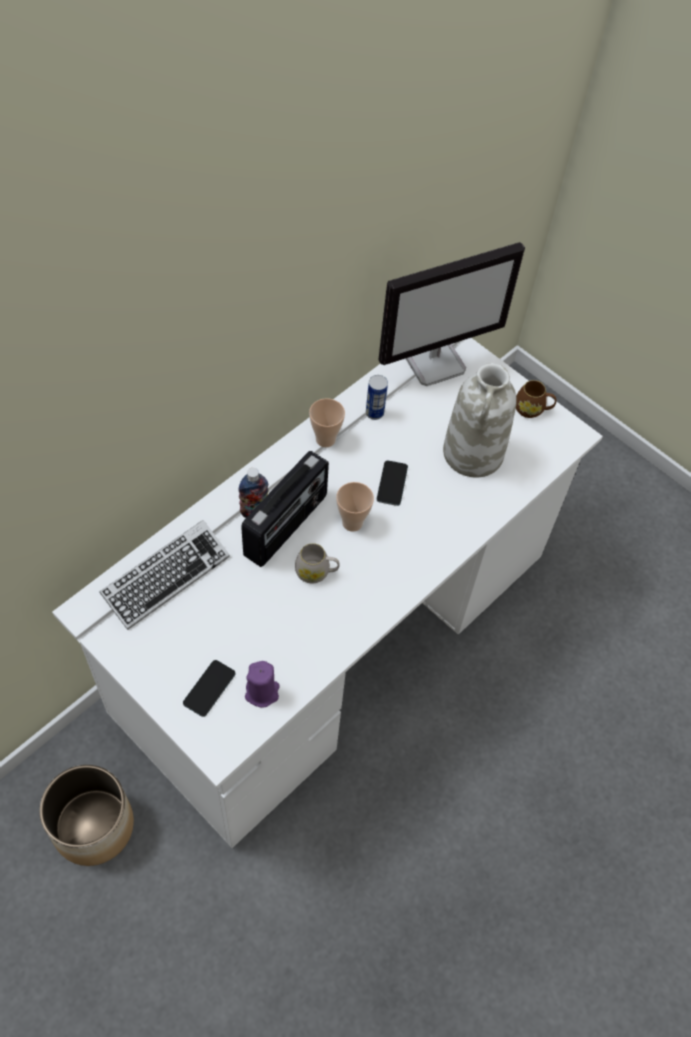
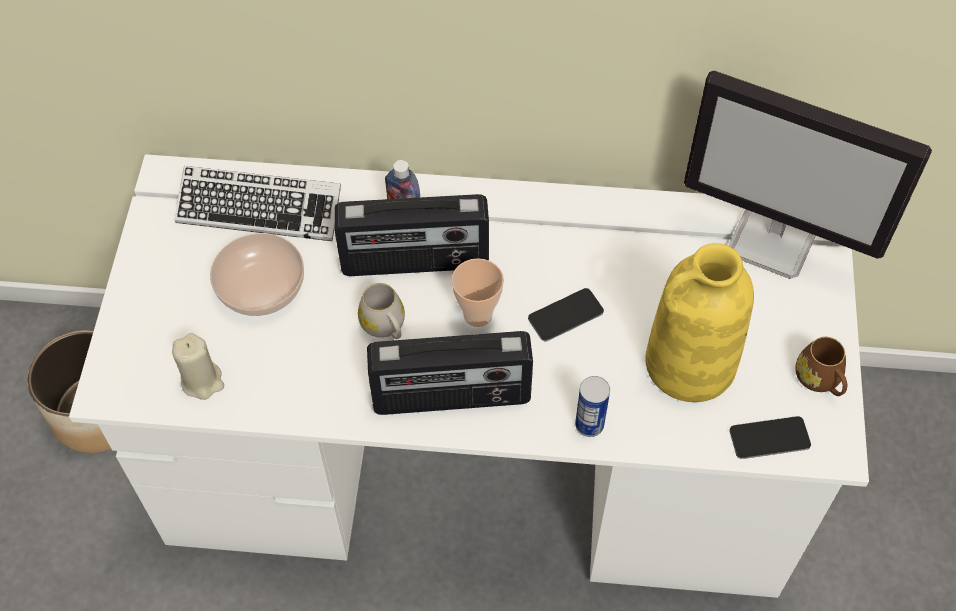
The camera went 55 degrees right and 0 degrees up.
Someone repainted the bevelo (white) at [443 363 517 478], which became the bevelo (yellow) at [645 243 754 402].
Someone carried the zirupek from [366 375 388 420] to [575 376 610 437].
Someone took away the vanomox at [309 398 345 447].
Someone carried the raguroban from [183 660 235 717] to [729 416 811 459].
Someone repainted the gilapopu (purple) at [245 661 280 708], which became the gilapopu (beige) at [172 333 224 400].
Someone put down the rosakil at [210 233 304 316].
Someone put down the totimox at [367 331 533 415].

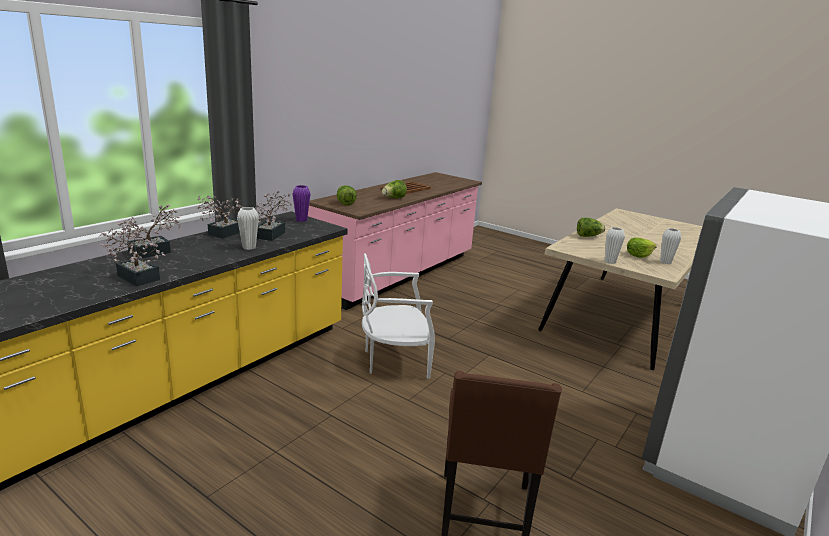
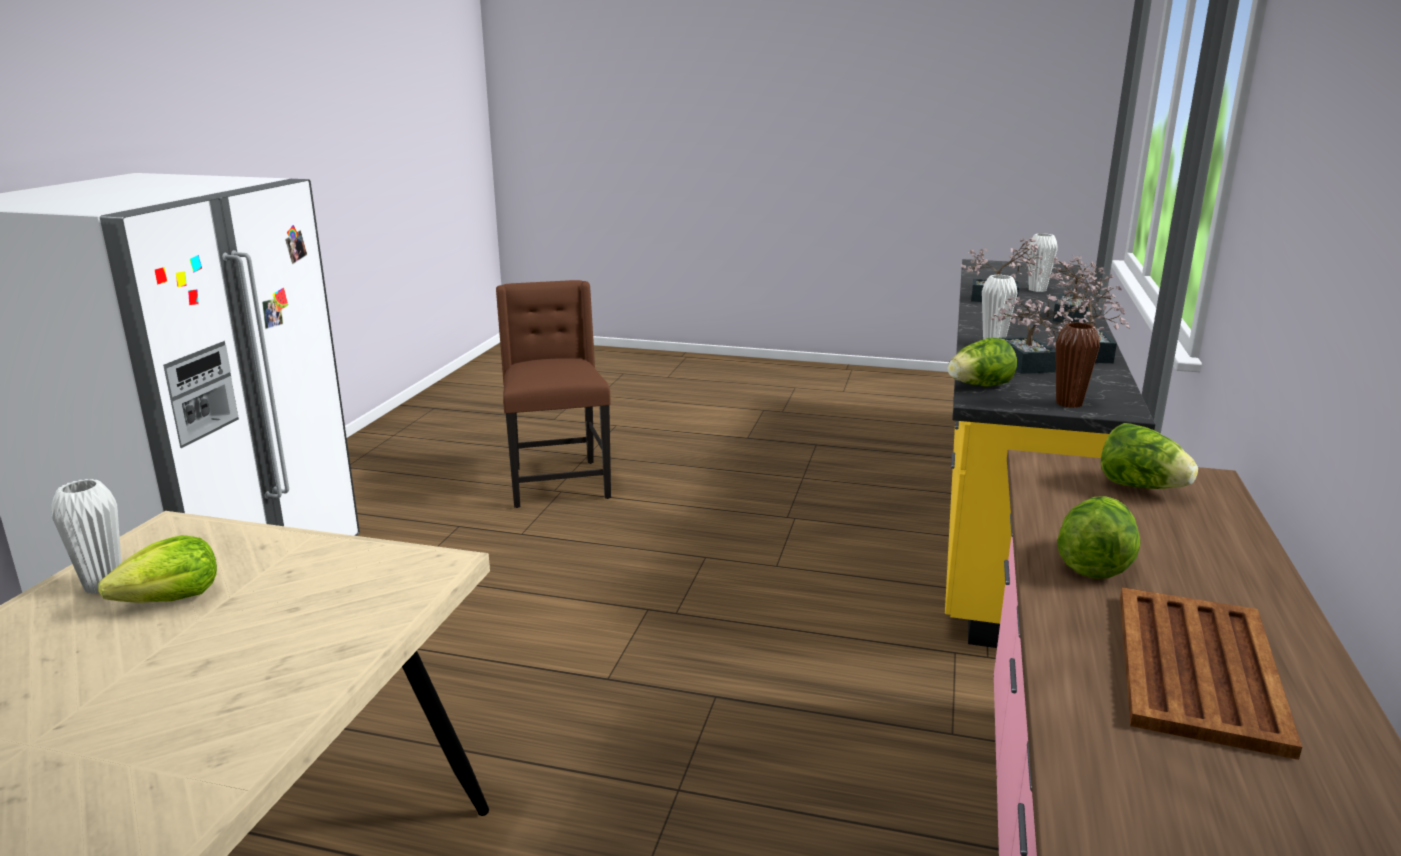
The camera went 160 degrees right and 0 degrees up.
Someone repainted the bevelo (purple) at [293 185 311 222], which became the bevelo (brown) at [1056 322 1100 408].
Someone carried the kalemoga from [577 218 605 237] to [948 338 1017 387].
Someone carried the bevelo (white) from [605 227 625 264] to [1028 233 1058 292].
Someone took away the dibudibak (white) at [362 253 435 379].

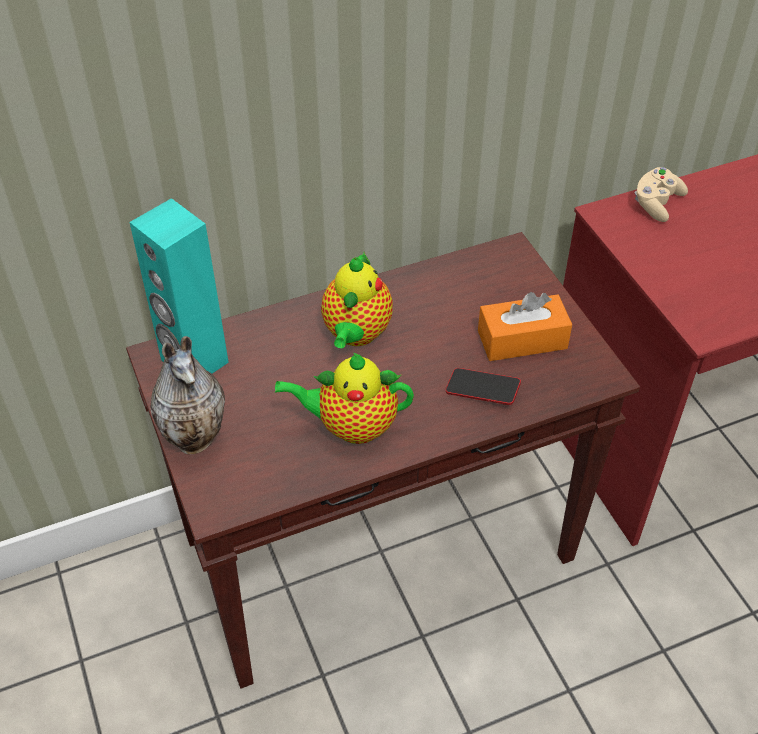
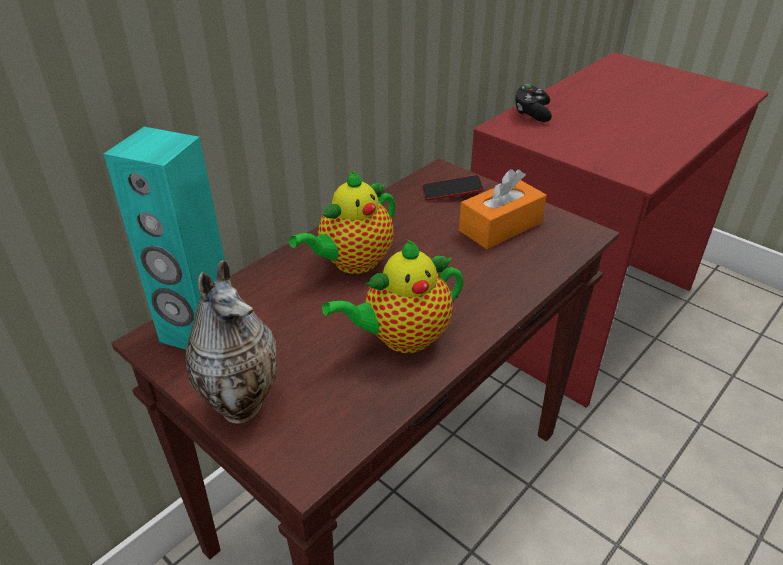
The camera went 25 degrees left and 10 degrees down.
Someone repainted the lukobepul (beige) at [635 167 688 222], which became the lukobepul (black) at [515 84 552 122].
Someone rotated the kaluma at [321 252 393 349] by 60 degrees clockwise.
Someone carried the raguroban from [446 368 521 405] to [422 175 484 201].

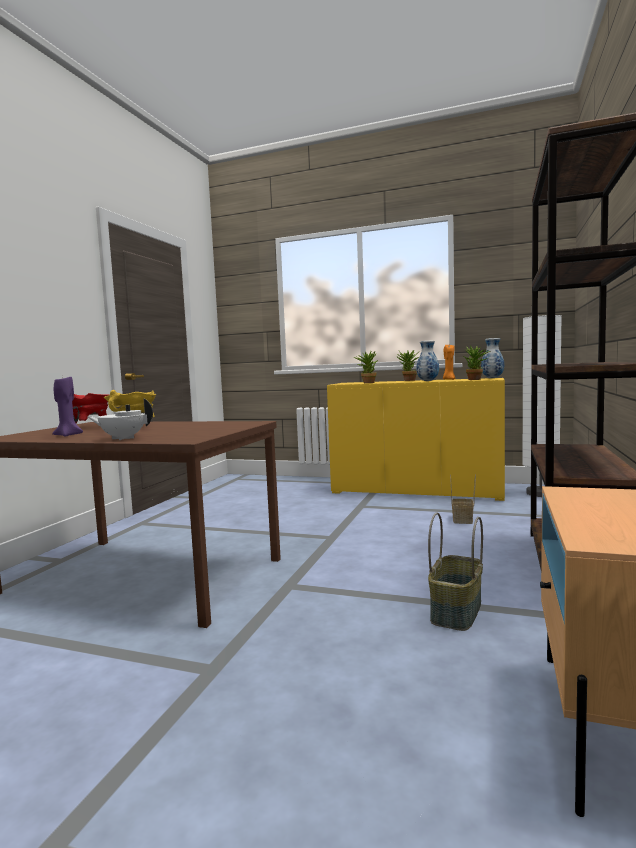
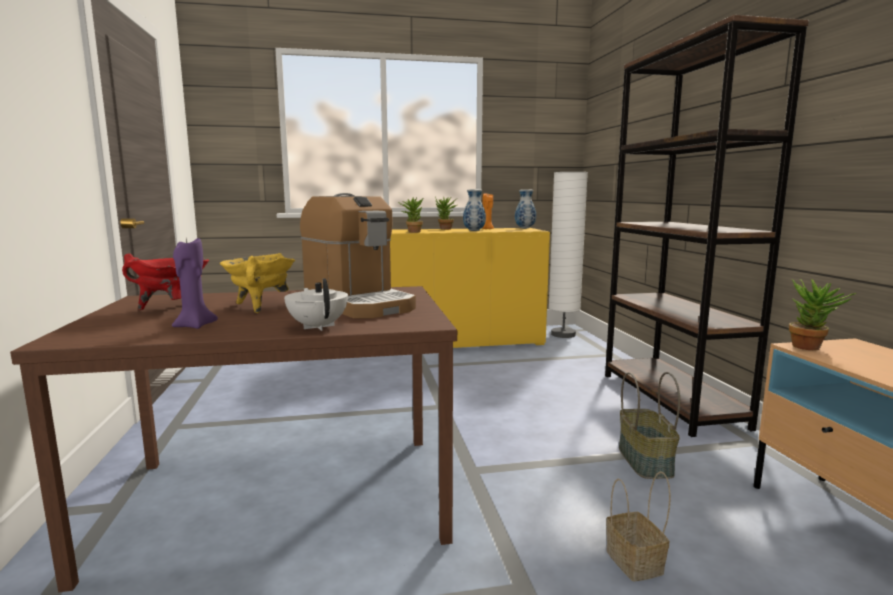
The camera went 30 degrees left and 5 degrees up.
Someone carried the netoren from [463 346 490 380] to [789 279 856 350].
Someone rotated the kaluma (white) at [88 398 153 440] by 90 degrees clockwise.
Someone carried the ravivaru from [450 474 476 524] to [606 471 671 582].
Someone put down the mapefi at [300 193 416 318].

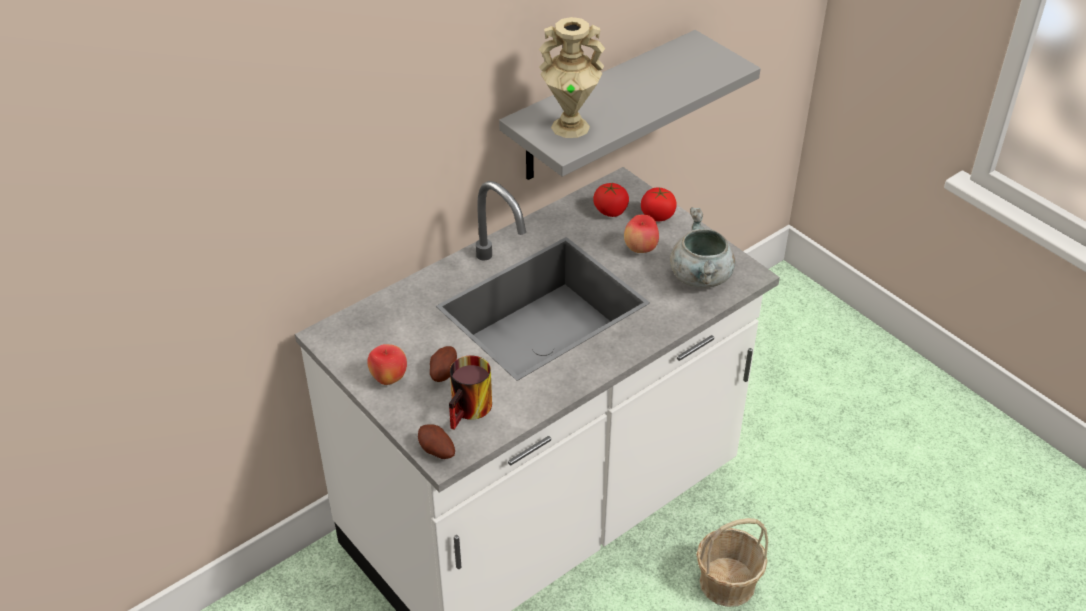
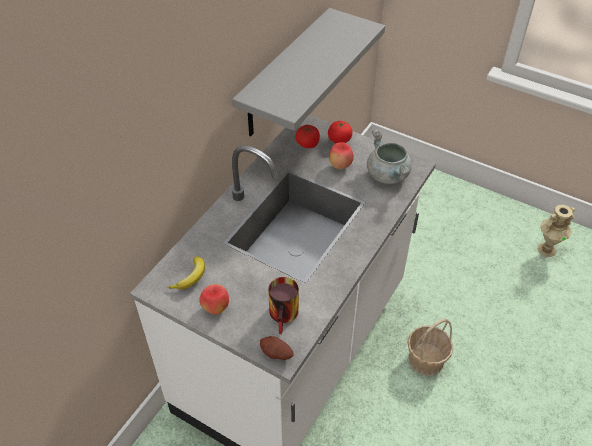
The camera went 20 degrees left and 5 degrees up.
Someone carried the bevelo (beige) from [538 17 605 138] to [537 205 576 257].
Someone took away the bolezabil at [430 346 457 382].
Someone put down the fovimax at [167 257 205 289].

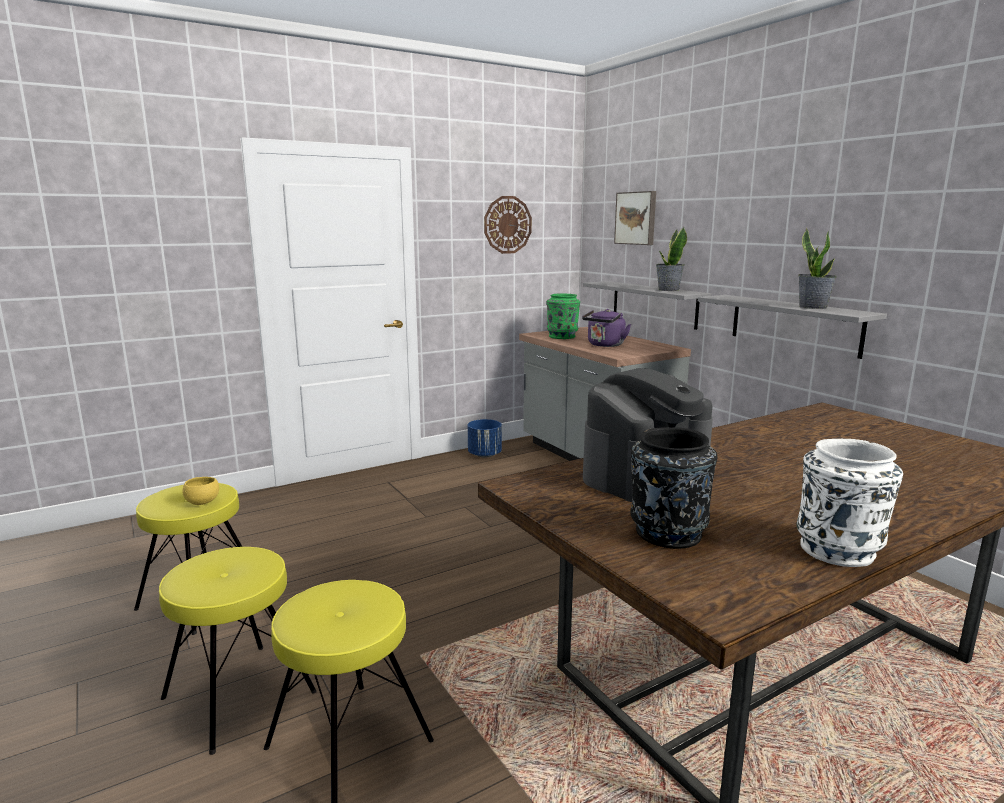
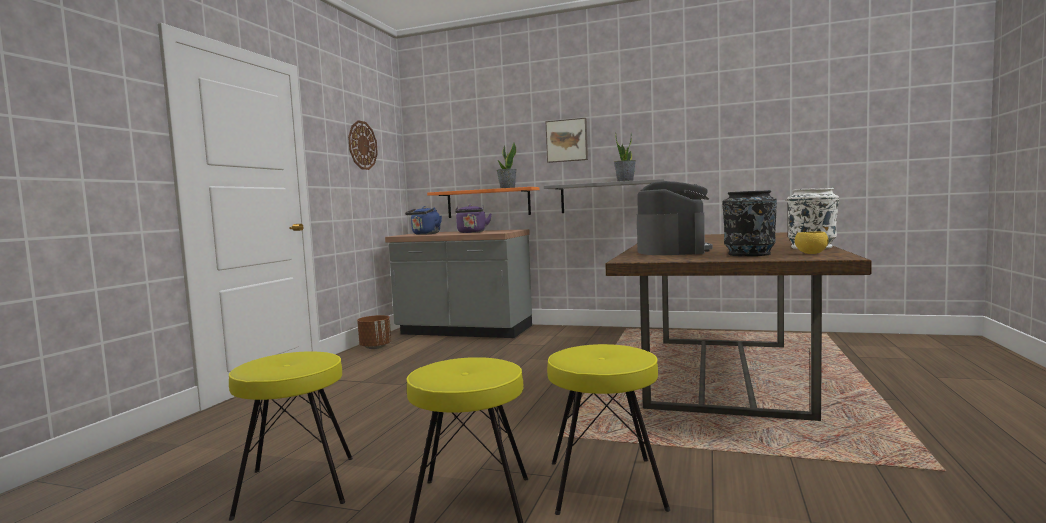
The camera went 40 degrees left and 10 degrees down.
Someone carried the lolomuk from [614 191 656 245] to [546 118 588 163].
Someone repainted the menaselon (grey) at [583 281 711 330], which became the menaselon (orange) at [427 187 540 218].
Someone swapped the bevelo (green) at [547 293 580 339] for the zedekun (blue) at [405 206 442 235].
Someone repainted the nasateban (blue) at [468 419 502 458], which became the nasateban (brown) at [357 315 391 349].
Someone carried the rosakil (yellow) from [182 477 219 505] to [795 232 828 254].

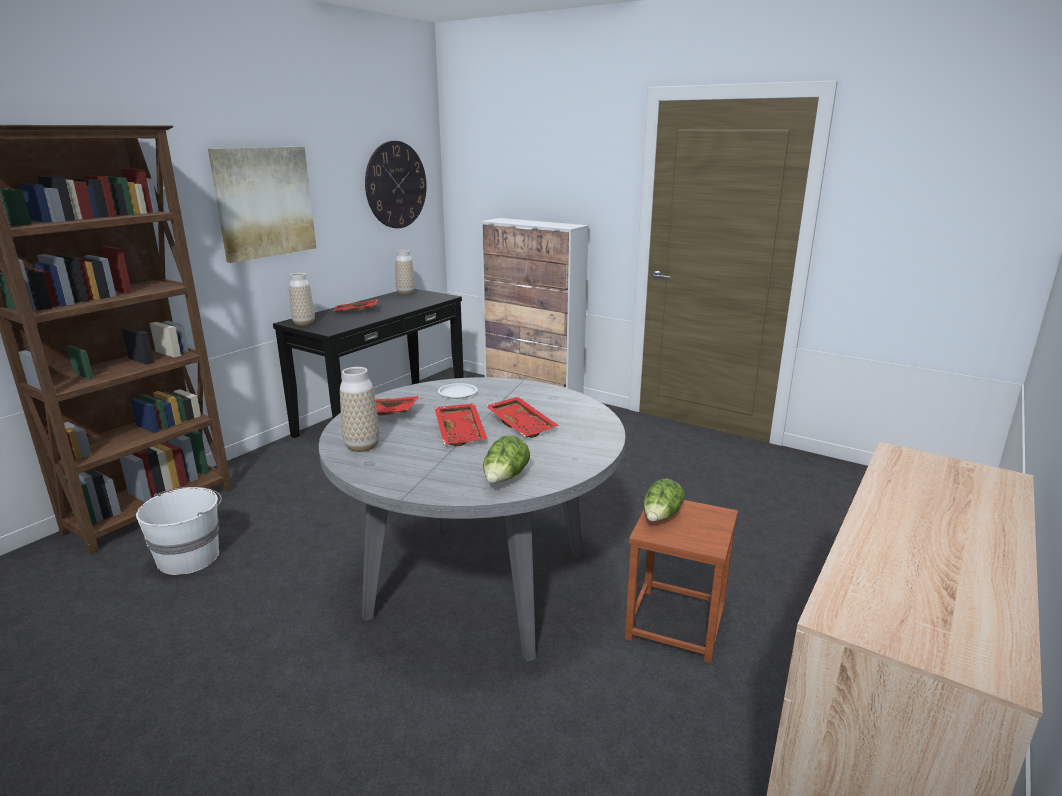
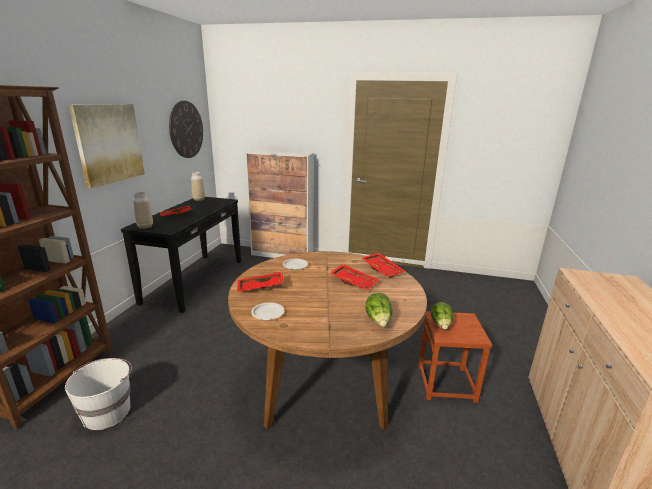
The camera went 20 degrees left and 0 degrees up.
Someone swapped the bevelo at [340 367 380 452] for the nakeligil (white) at [251 302 284 320].
Someone repainted the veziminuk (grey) at [319 377 626 663], which became the veziminuk (brown) at [228 251 427 430].
Someone carried the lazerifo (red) from [435 403 487 447] to [362 253 405 278].

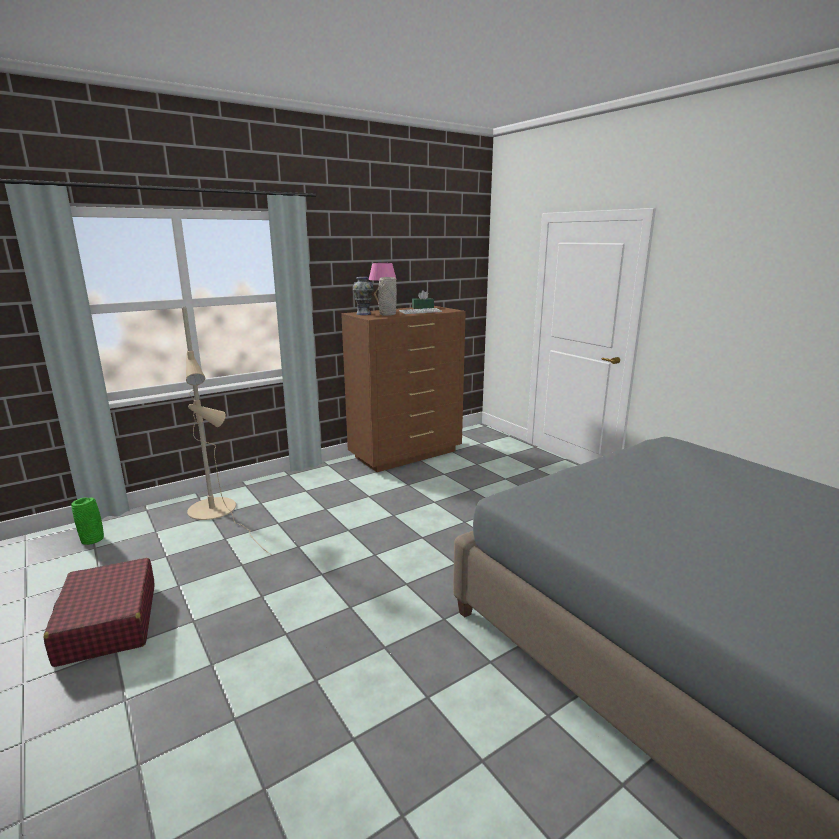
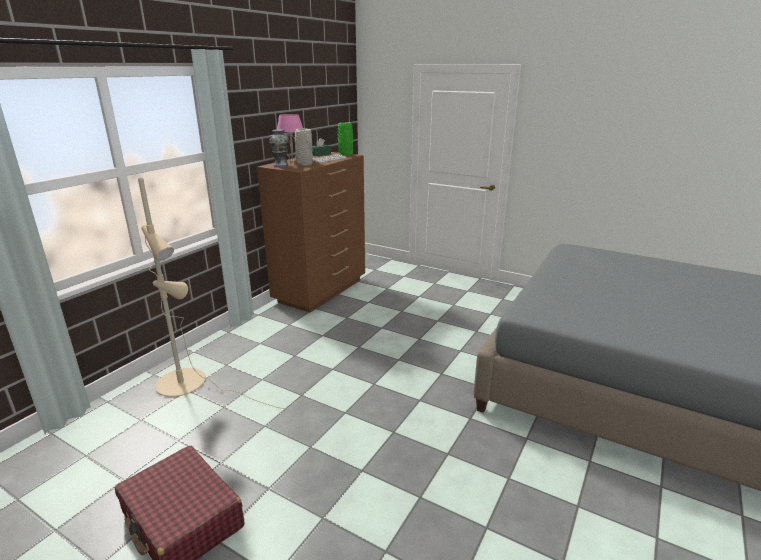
The camera went 25 degrees left and 5 degrees up.
Someone carried the bevelo (green) from [71 497 104 545] to [338 122 353 156].

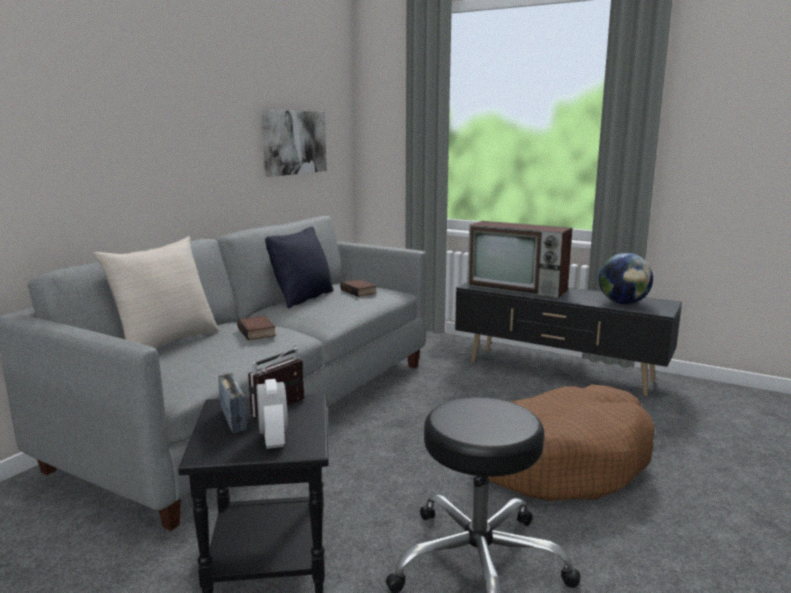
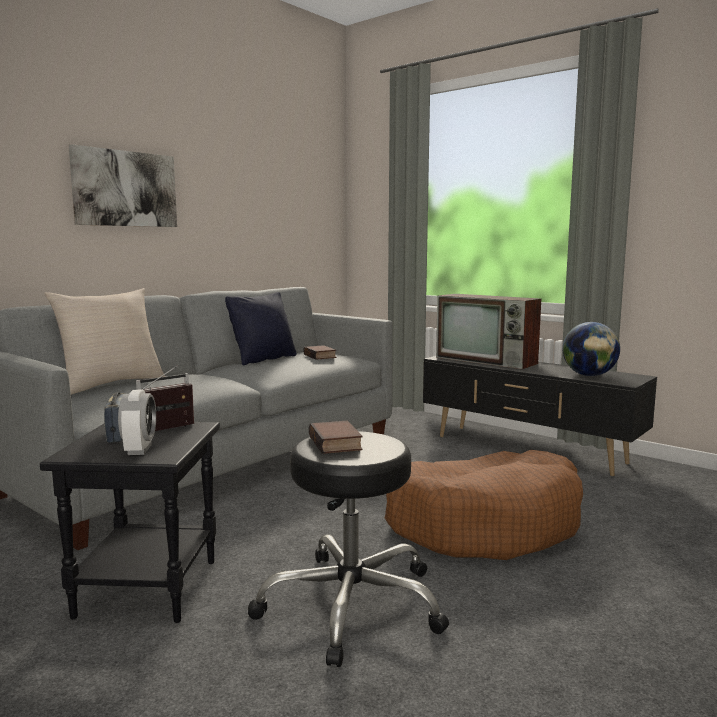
The camera went 10 degrees right and 5 degrees down.
Someone carried the lolomuk from [262 110 327 177] to [69 144 177 227].
Someone carried the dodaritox from [237 316 276 340] to [309 421 363 454].

